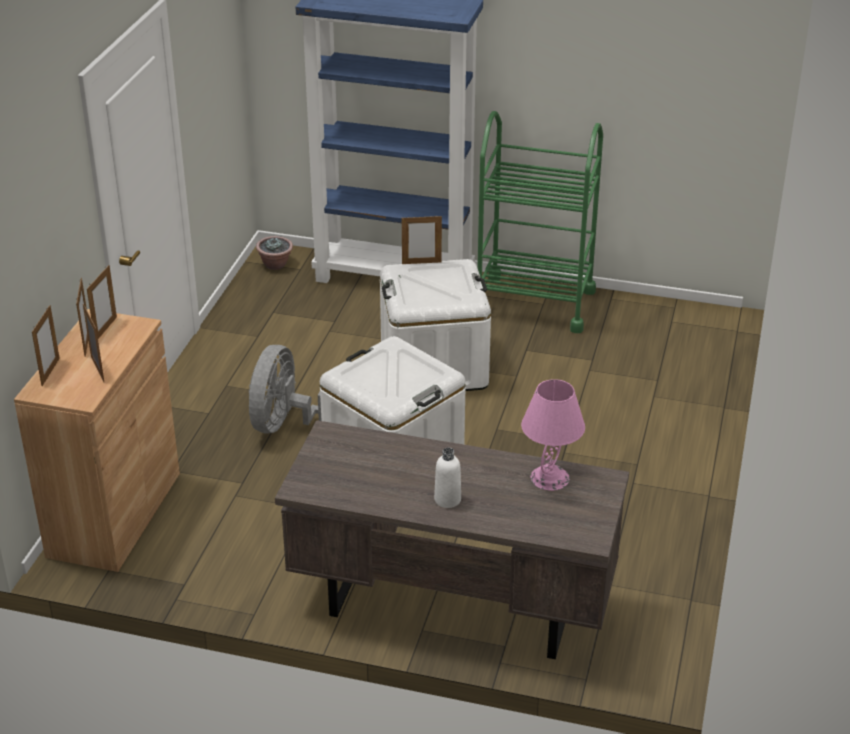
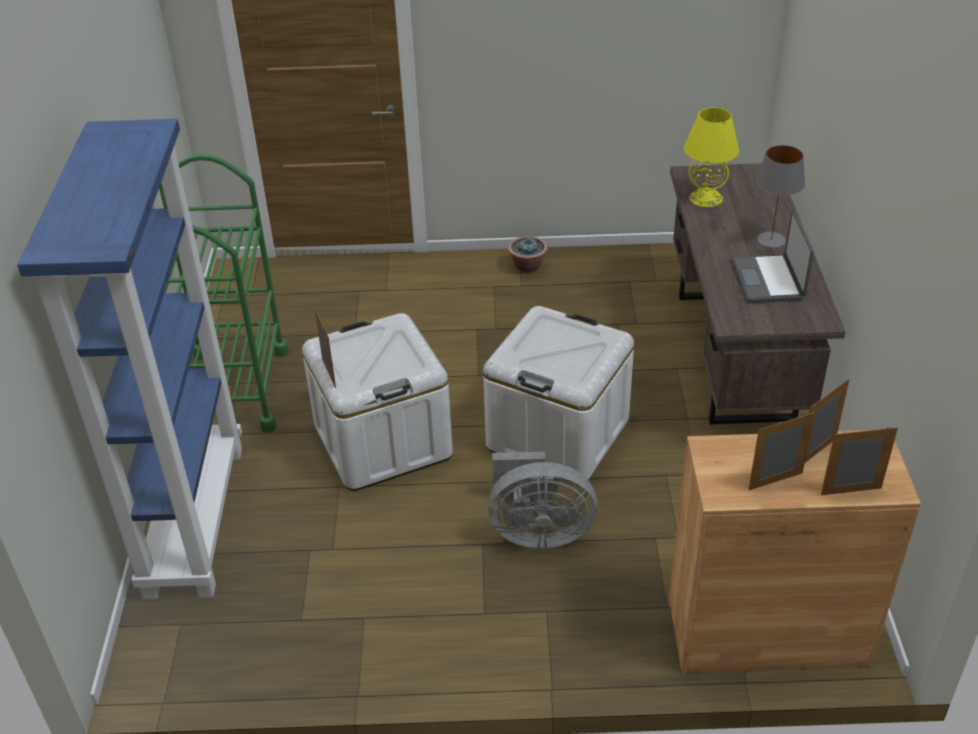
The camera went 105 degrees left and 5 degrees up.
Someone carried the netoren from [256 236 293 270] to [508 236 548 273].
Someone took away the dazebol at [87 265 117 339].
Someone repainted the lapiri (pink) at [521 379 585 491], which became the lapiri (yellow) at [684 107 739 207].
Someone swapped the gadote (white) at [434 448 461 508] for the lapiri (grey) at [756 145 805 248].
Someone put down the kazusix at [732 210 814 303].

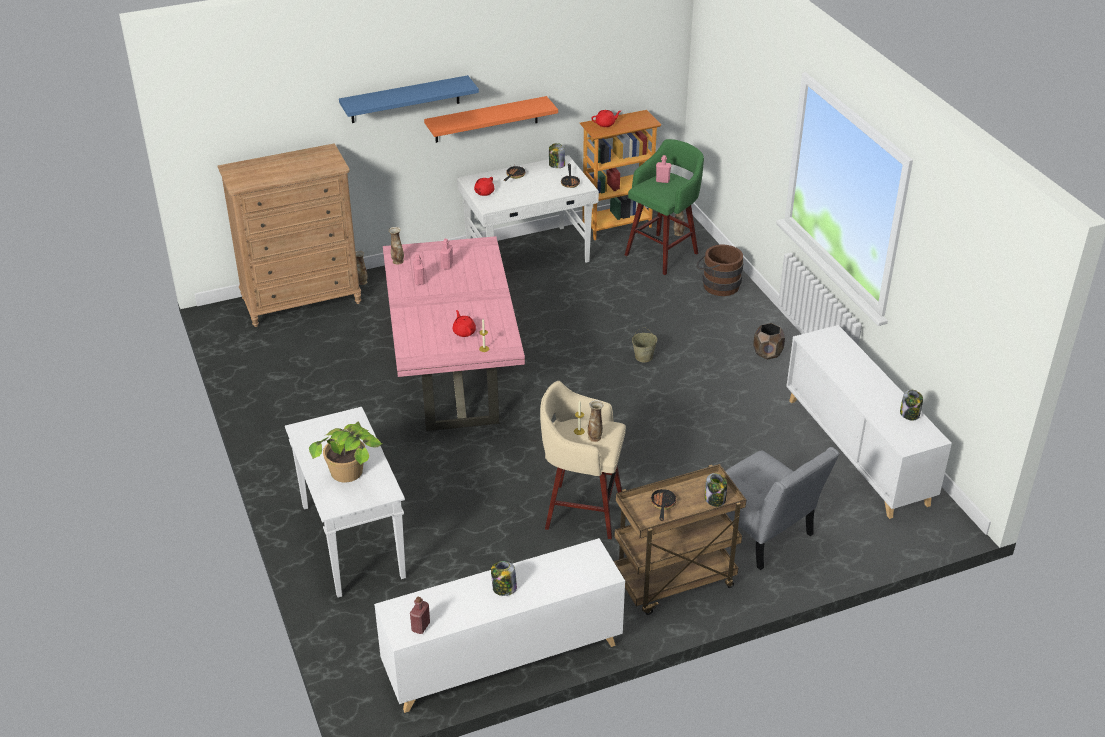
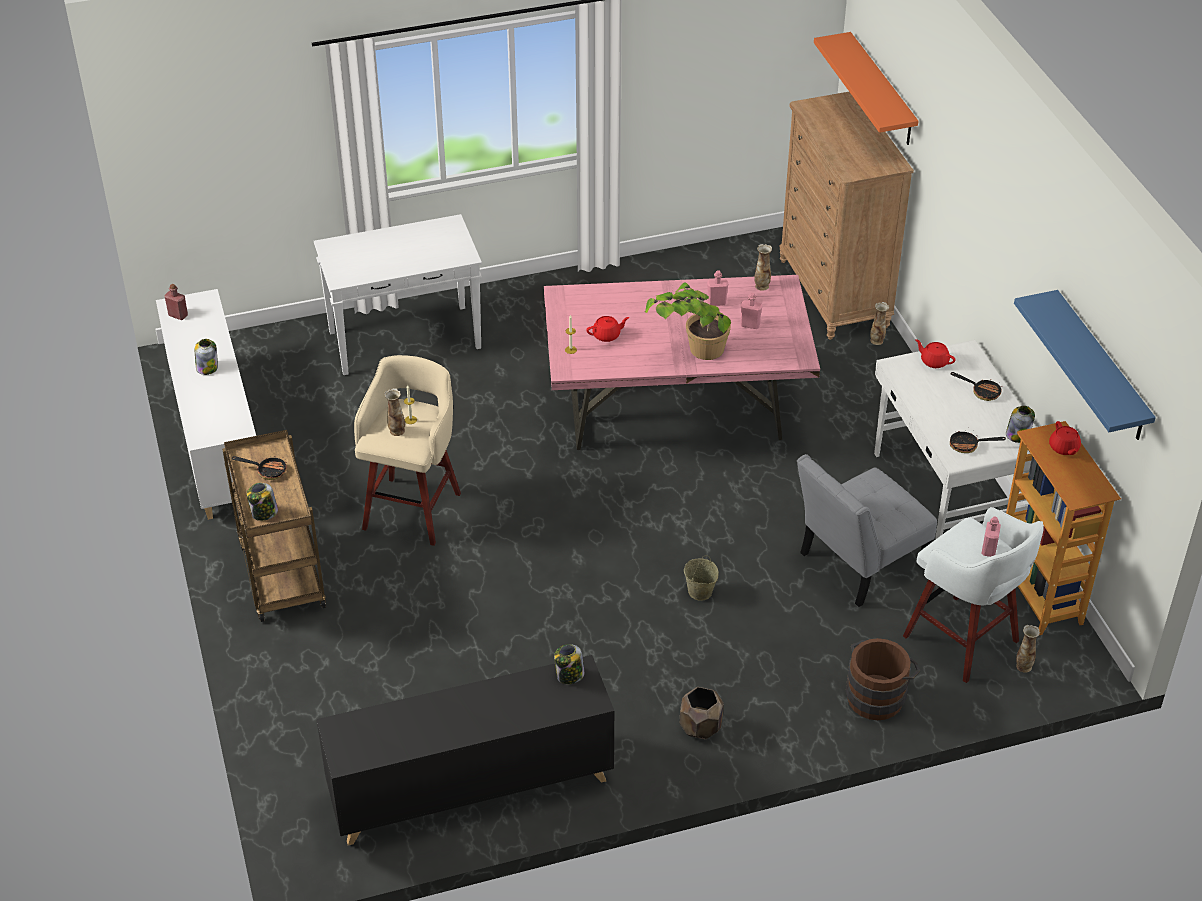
The camera went 95 degrees right and 5 degrees up.
Someone carried the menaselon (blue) from [339 75 479 123] to [1014 290 1156 440].
Someone carried the menaselon (orange) from [424 96 558 143] to [814 32 919 145].
Someone repainted the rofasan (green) at [625 139 704 275], which became the rofasan (white) at [903 507 1044 683].
Someone repainted the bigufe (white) at [786 325 952 519], which became the bigufe (black) at [316 655 615 845].
Someone carried the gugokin from [900 390 923 421] to [554 644 584 684].
Someone carried the netoren from [309 422 383 483] to [645 282 731 360].
Someone carried the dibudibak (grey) from [725 447 840 570] to [797 454 937 607].

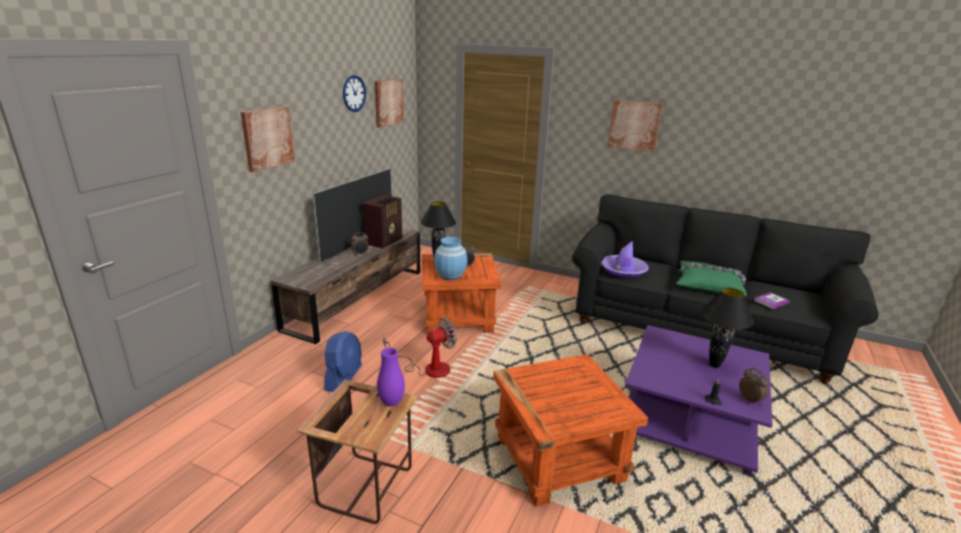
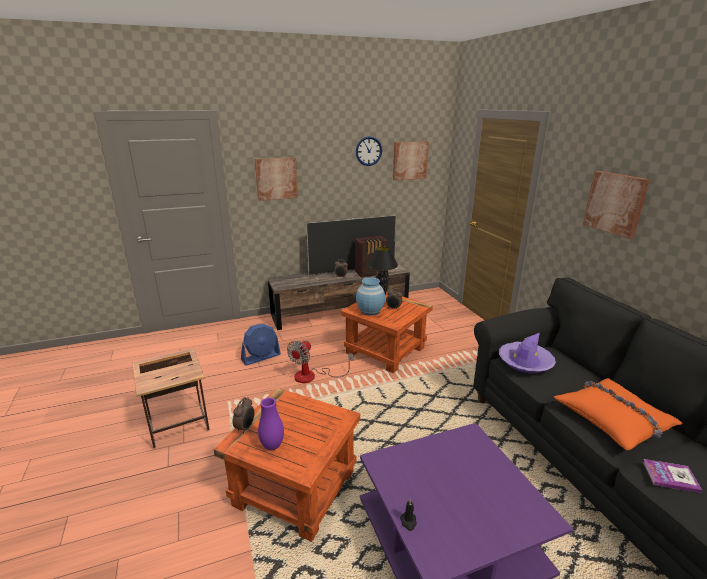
The camera went 45 degrees right and 0 degrees up.
Someone repainted the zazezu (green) at [676 261 747 297], which became the zazezu (orange) at [554 378 683 451].
Someone took away the lapiri (black) at [701 288 754 368].
Someone rotated the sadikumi at [383 318 457 378] by 105 degrees clockwise.
Someone carried the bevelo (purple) from [377 348 405 406] to [258 397 284 450].
Someone carried the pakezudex from [739 368 769 405] to [233 397 254 434].

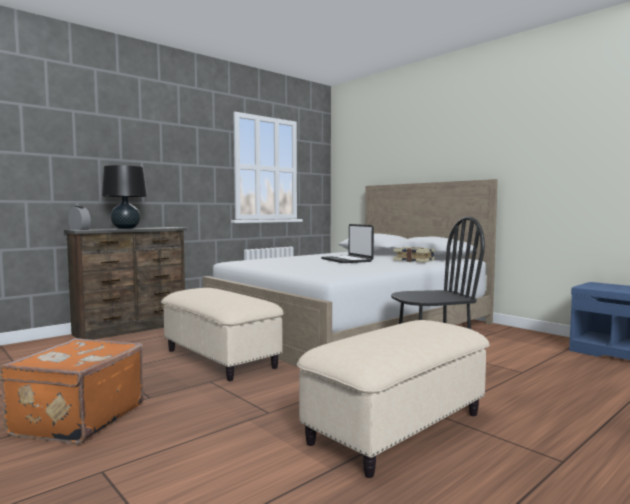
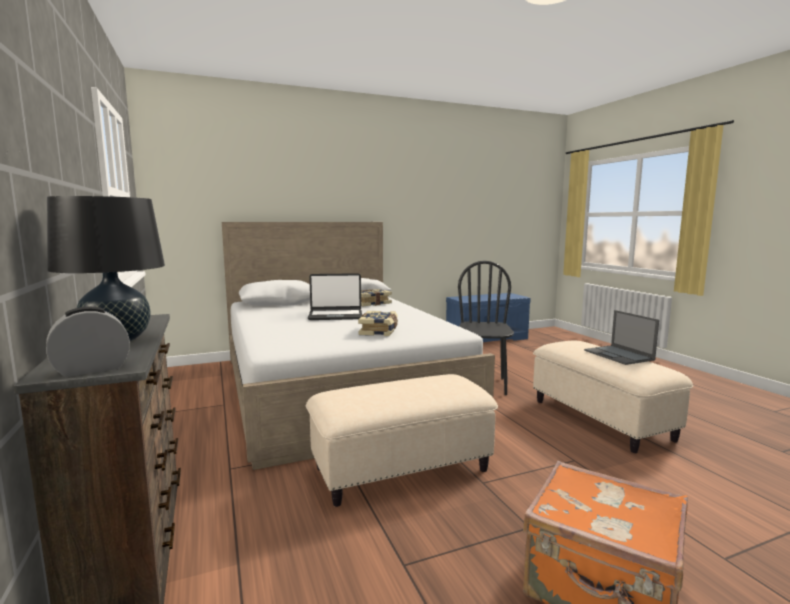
The camera went 70 degrees left and 5 degrees up.
Someone put down the kazusix at [584 310 659 365].
Someone put down the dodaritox at [358 311 398 336].

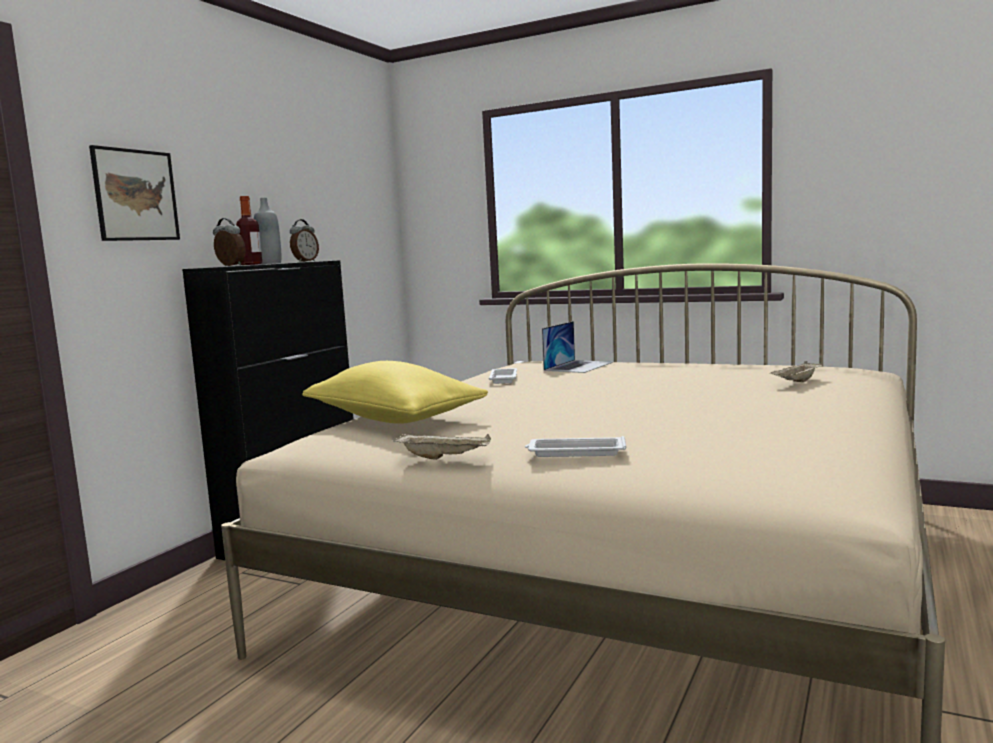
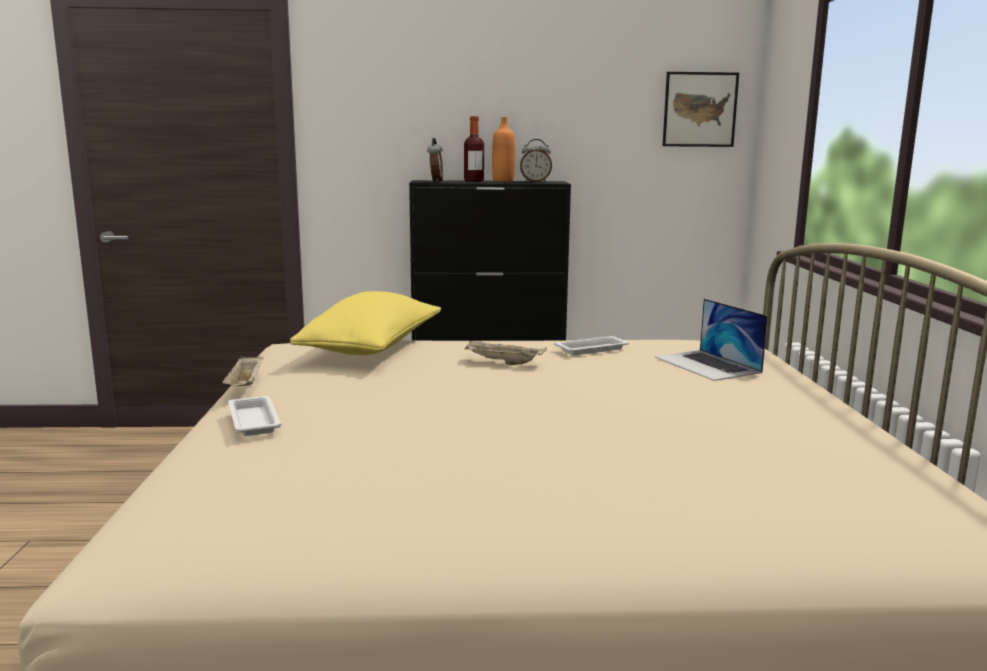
The camera went 60 degrees right and 5 degrees up.
Someone carried the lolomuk from [89 145 180 241] to [663 72 739 147].
Someone repainted the gadote (grey) at [254 198 281 264], which became the gadote (orange) at [492 117 515 182].
Someone rotated the kazusix at [542 321 613 373] by 60 degrees clockwise.
Someone carried the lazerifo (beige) from [770 361 823 382] to [465 340 546 365].

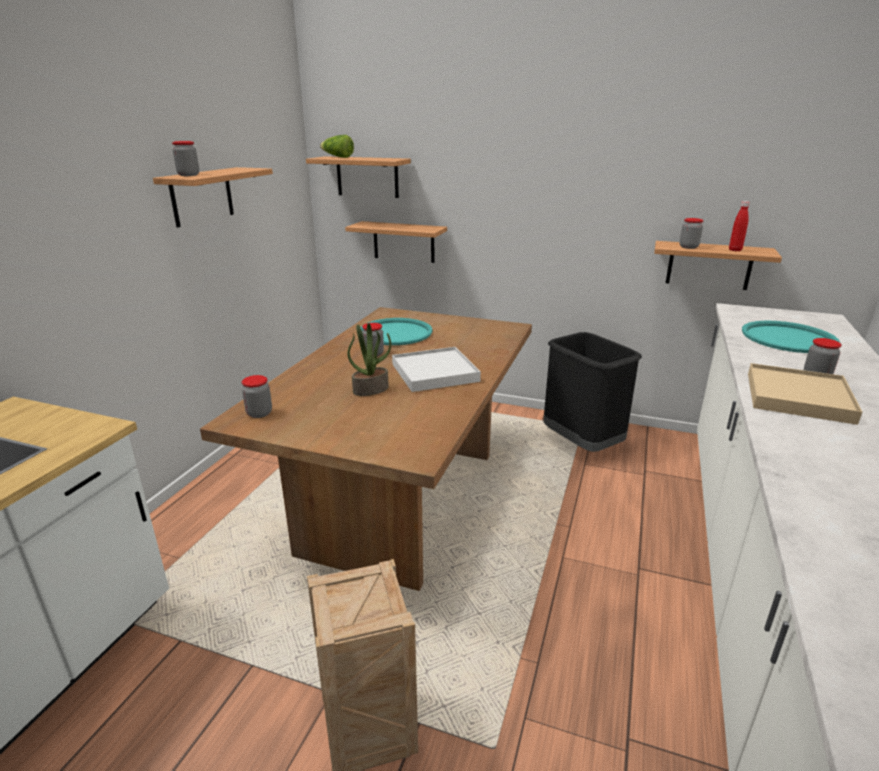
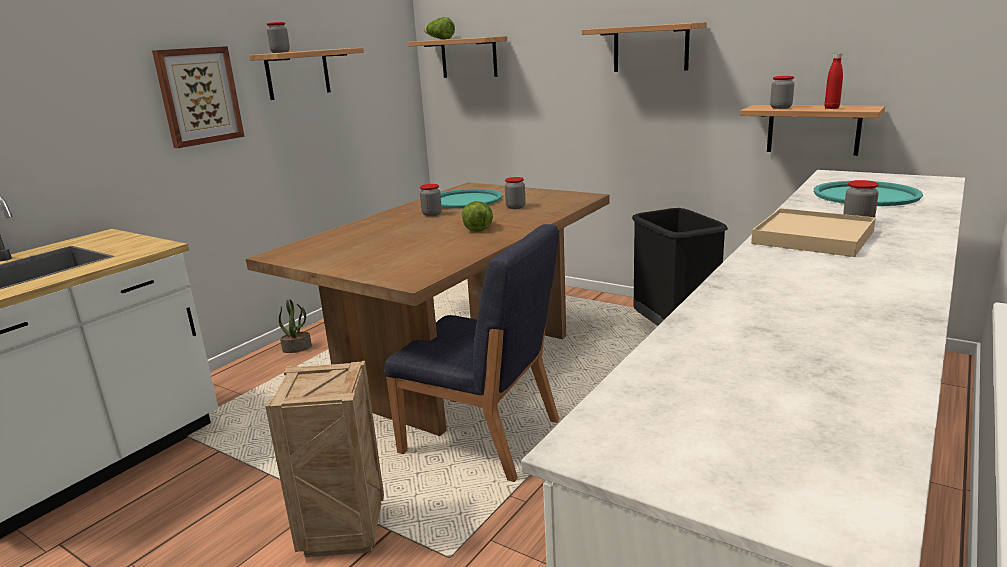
The camera went 15 degrees right and 5 degrees down.
Someone carried the menaselon from [345 221 447 263] to [582 22 707 72].
Someone carried the netoren from [348 323 391 396] to [279 299 312 353].
Someone swapped the lazerifo (white) at [392 347 481 392] for the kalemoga at [462 201 493 232].
Someone carried the gugokin from [242 375 272 418] to [505 177 526 209].
Someone put up the lolomuk at [152 46 245 148].
Someone put down the dibudibak (blue) at [384 224 559 482].

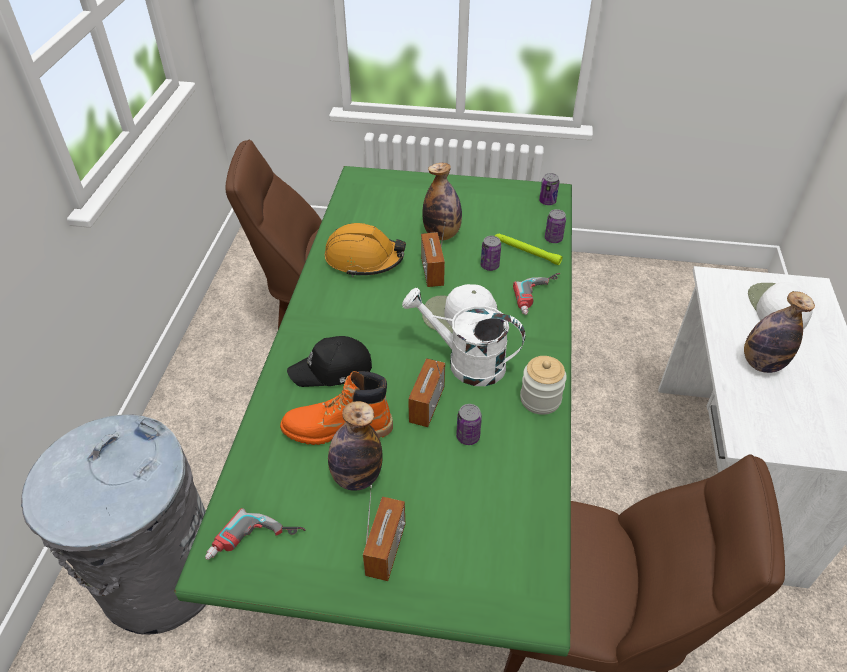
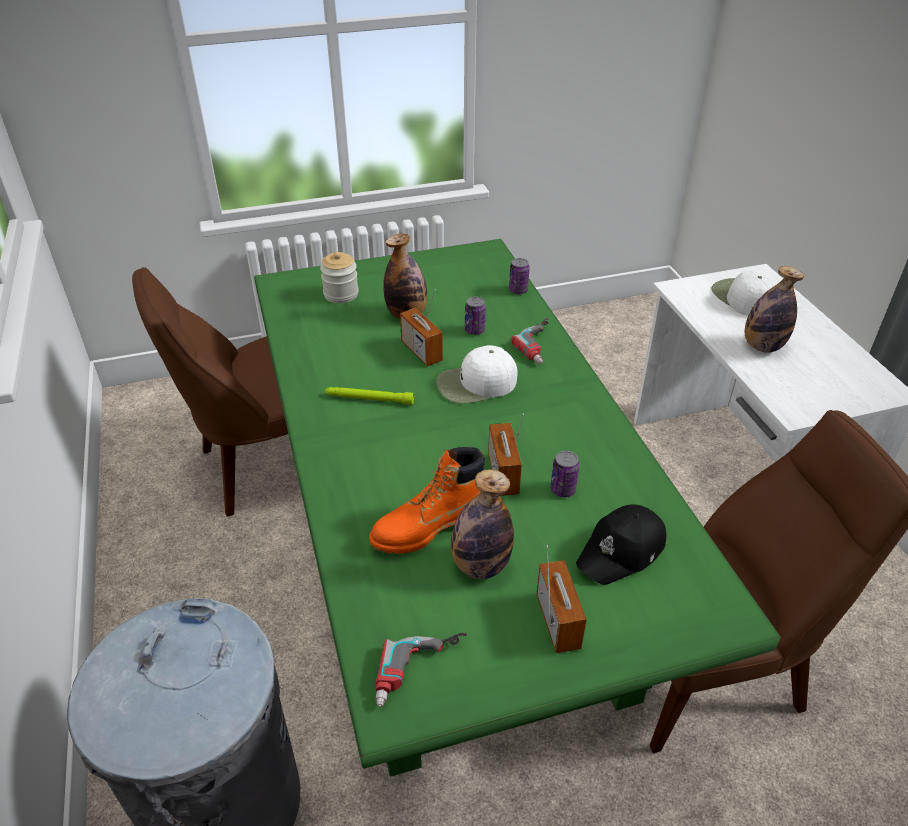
The camera went 25 degrees left and 5 degrees down.
Someone took away the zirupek at [539 173 559 205].
Someone took away the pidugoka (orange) at [325 223 406 277].
Someone carried the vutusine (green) from [495 234 562 265] to [325 387 414 405].
Someone took away the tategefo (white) at [402 288 525 386].
Someone carried the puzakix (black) from [287 336 372 387] to [576 504 666 585].
Someone carried the gugokin from [520 356 567 415] to [320 252 359 303].

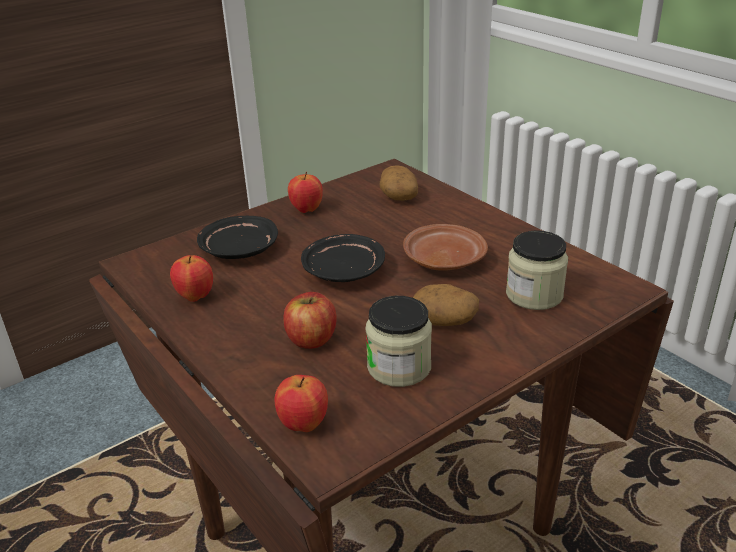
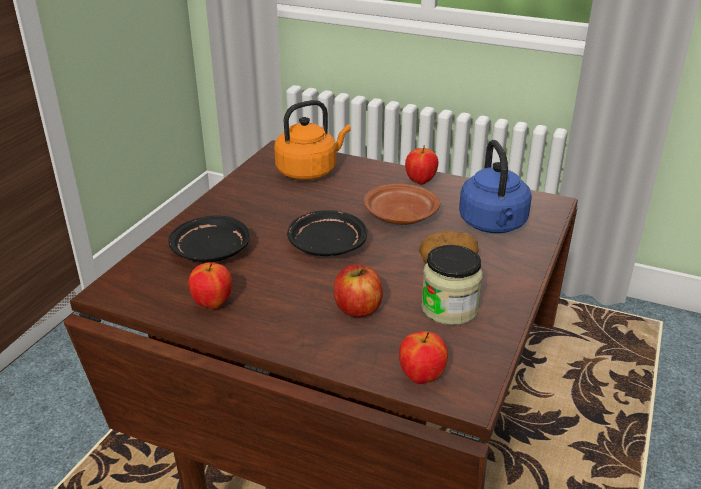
The camera went 30 degrees left and 0 degrees up.
Someone swapped the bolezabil at [380 166 418 201] for the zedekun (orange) at [274 100 351 180].
Someone carried the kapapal from [288 172 323 213] to [405 146 438 185].
Someone swapped the gugokin at [506 230 568 310] for the zedekun (blue) at [459 140 532 233].

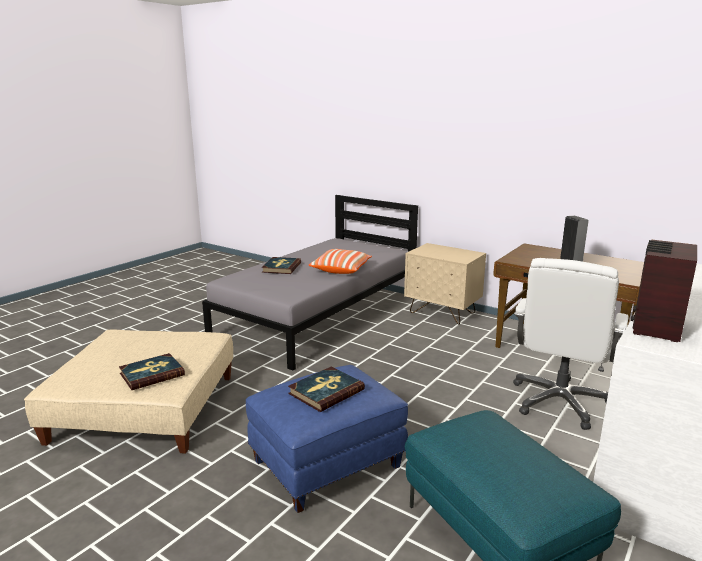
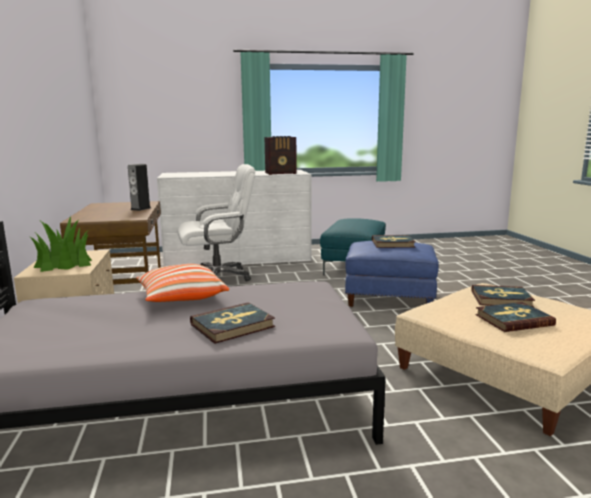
The camera went 135 degrees left and 5 degrees down.
Someone put down the netoren at [30 216 92 272].
Someone put down the dodaritox at [475 302 556 332].

